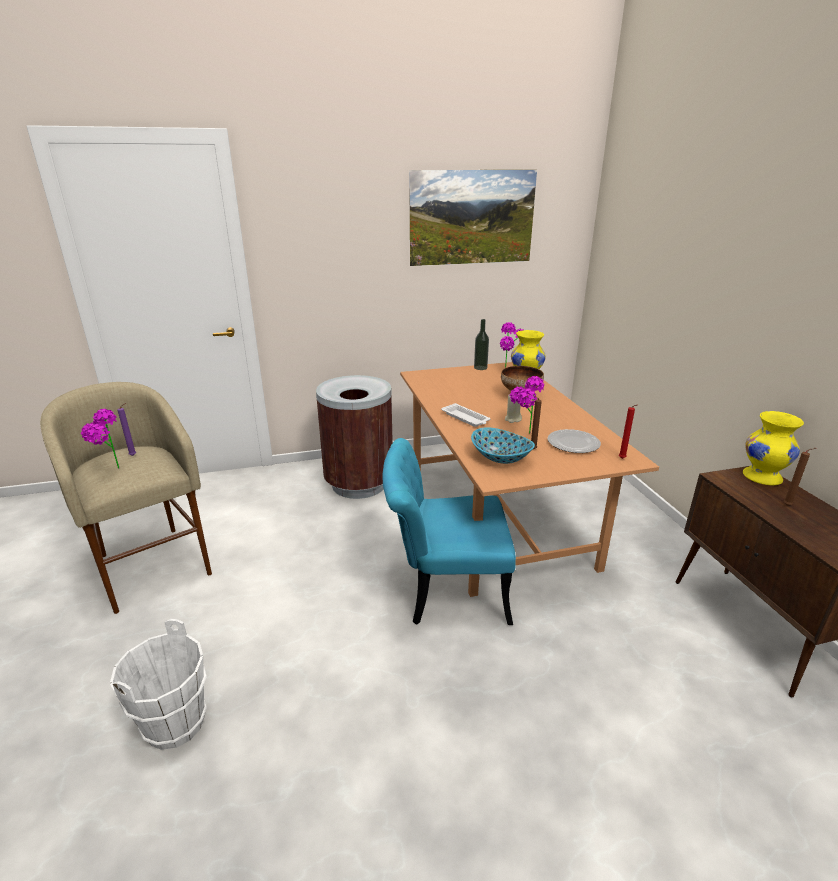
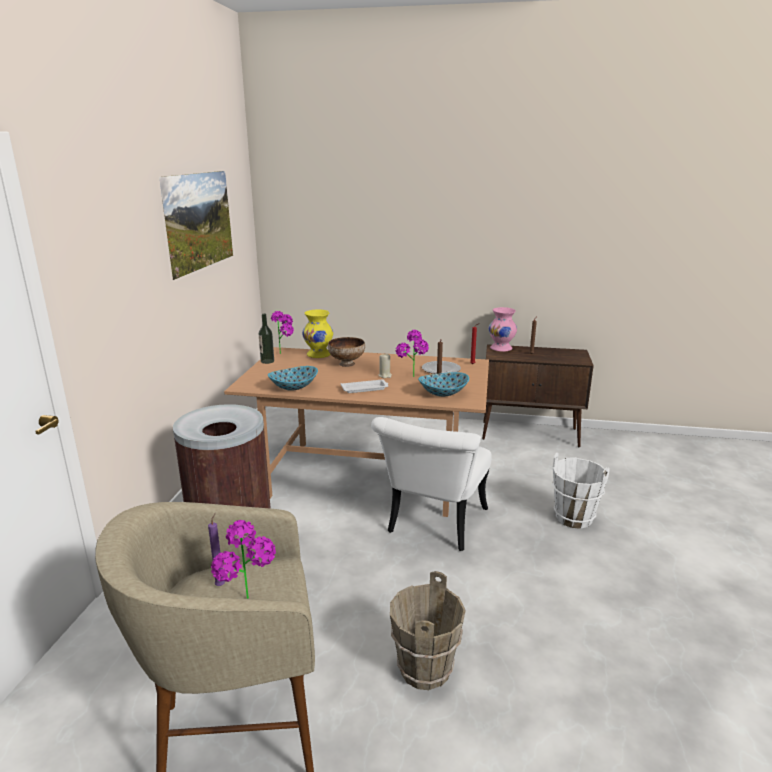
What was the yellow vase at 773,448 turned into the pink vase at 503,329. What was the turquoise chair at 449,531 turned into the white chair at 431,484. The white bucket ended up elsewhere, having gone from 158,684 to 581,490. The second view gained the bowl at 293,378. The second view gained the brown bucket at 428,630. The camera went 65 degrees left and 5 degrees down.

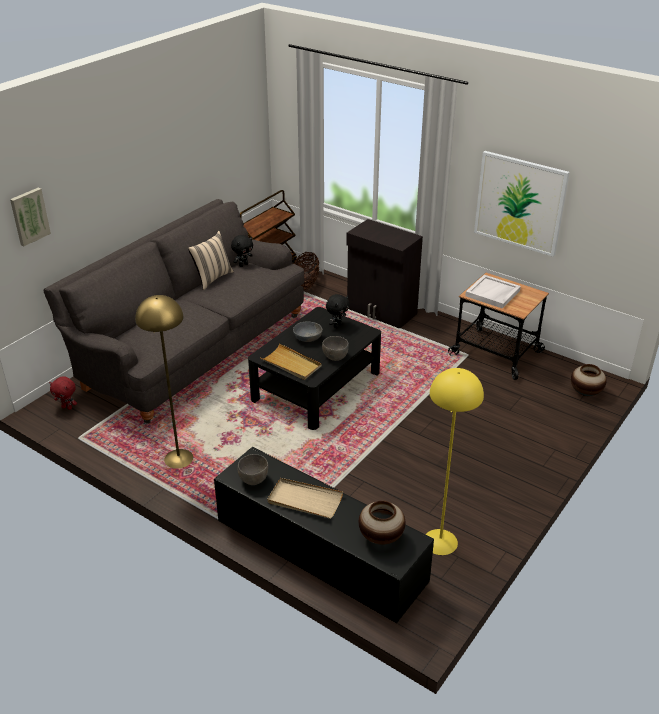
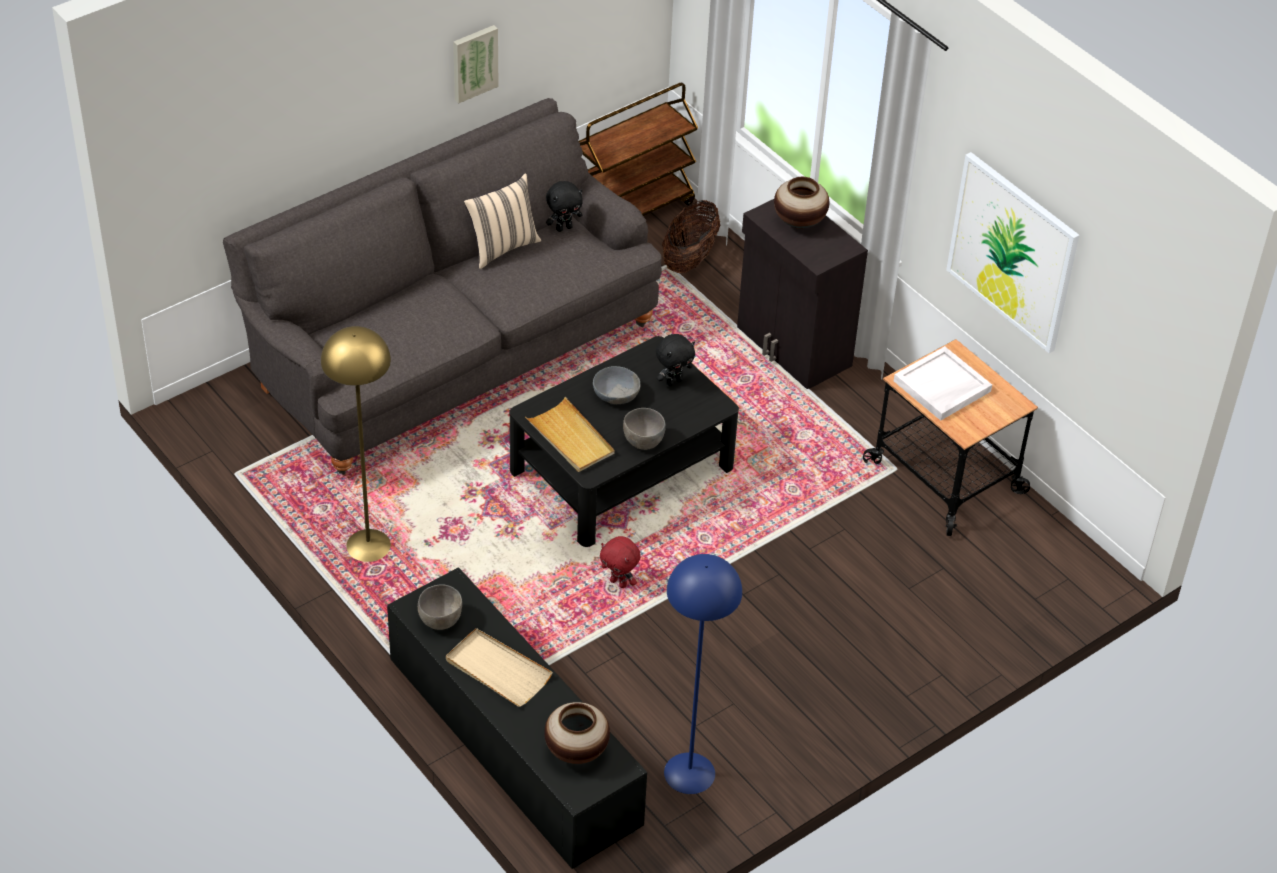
The picture ended up elsewhere, having gone from 30,217 to 476,64. The vase ended up elsewhere, having gone from 589,380 to 801,203. What was the yellow floor lamp at 454,461 turned into the blue floor lamp at 703,674. The red plush toy ended up elsewhere, having gone from 63,393 to 620,562. The camera went 15 degrees right and 10 degrees up.

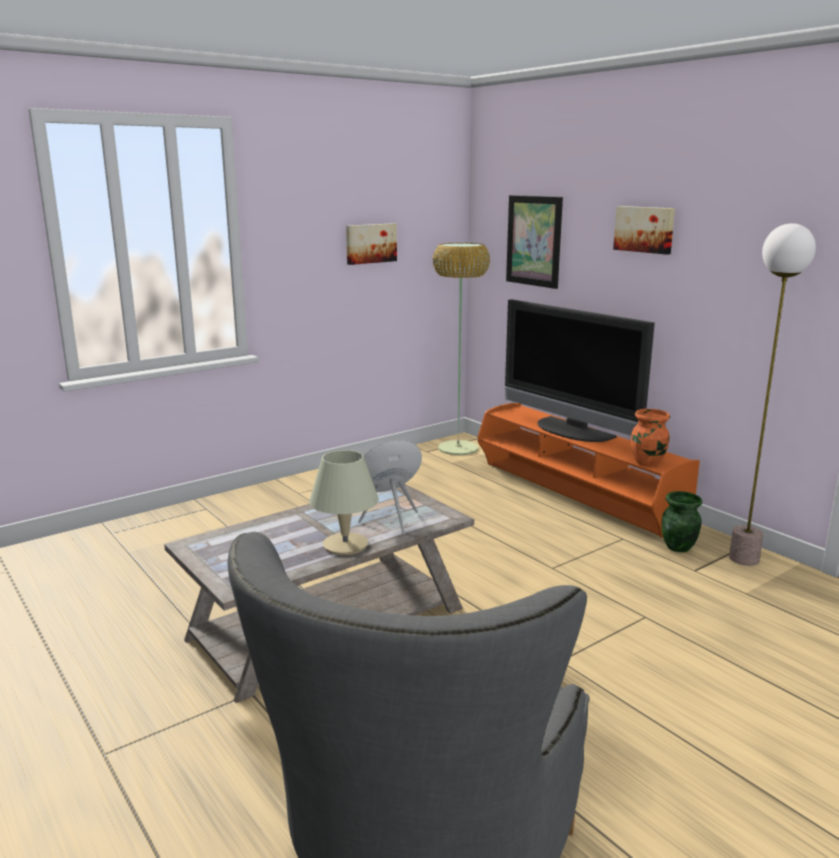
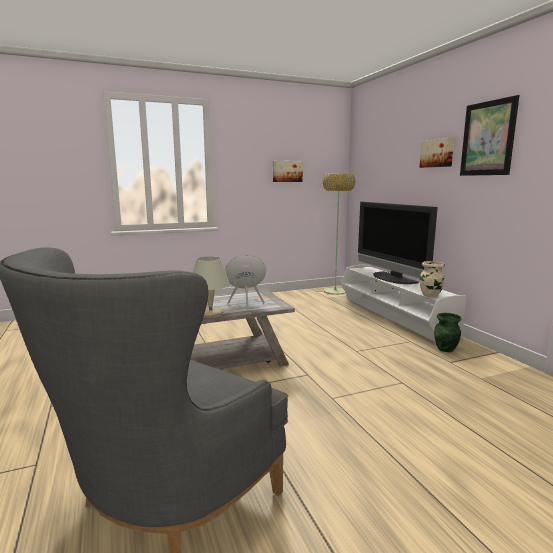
The picture ended up elsewhere, having gone from 534,242 to 489,135. The second view lost the floor lamp at 772,394. What was the orange tv stand at 589,470 turned into the white tv stand at 403,303. What was the orange vase at 650,438 turned into the beige vase at 432,279. The camera went 15 degrees right and 5 degrees down.

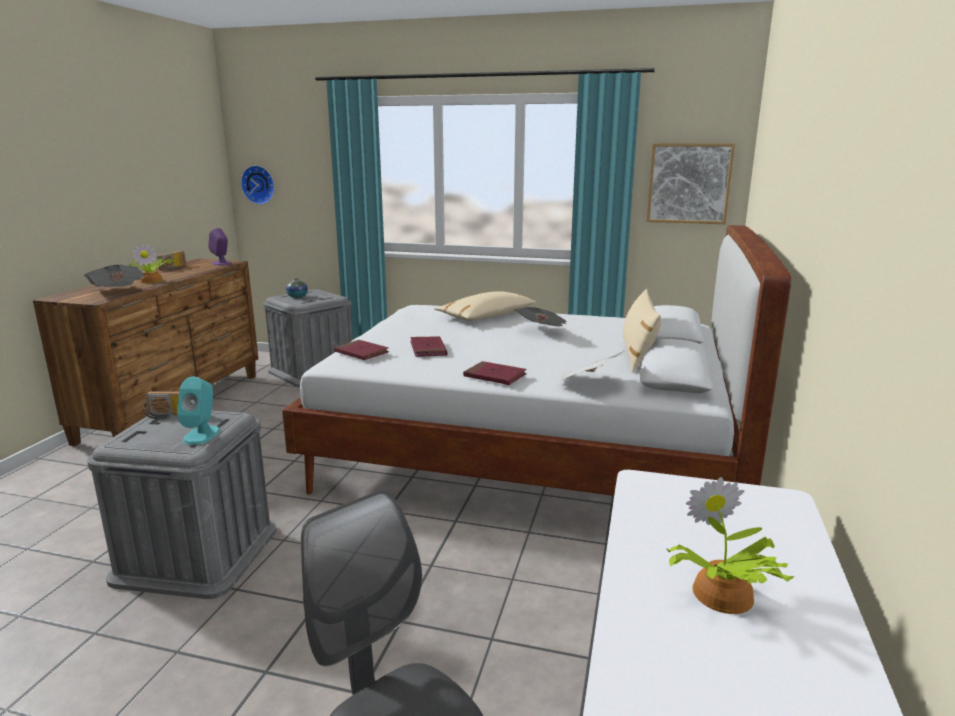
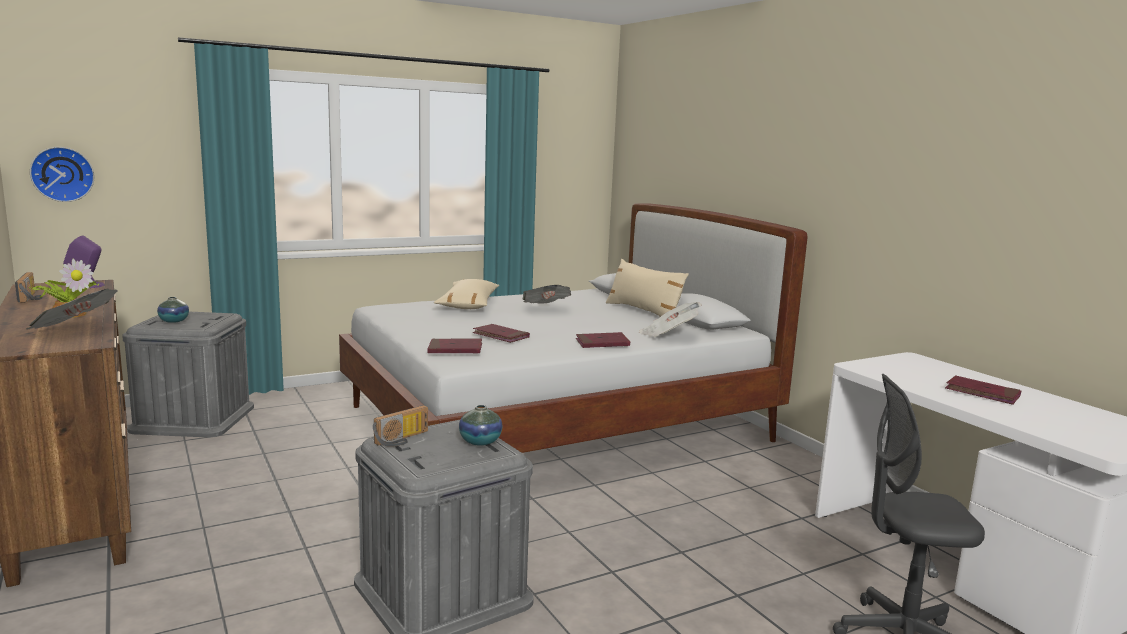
The second view lost the picture at 691,183. Where the turquoise speaker stood at 198,411, the vase came to stand at 480,425. Where the potted plant stood at 730,545, the red book came to stand at 983,390. The camera went 45 degrees left and 5 degrees down.

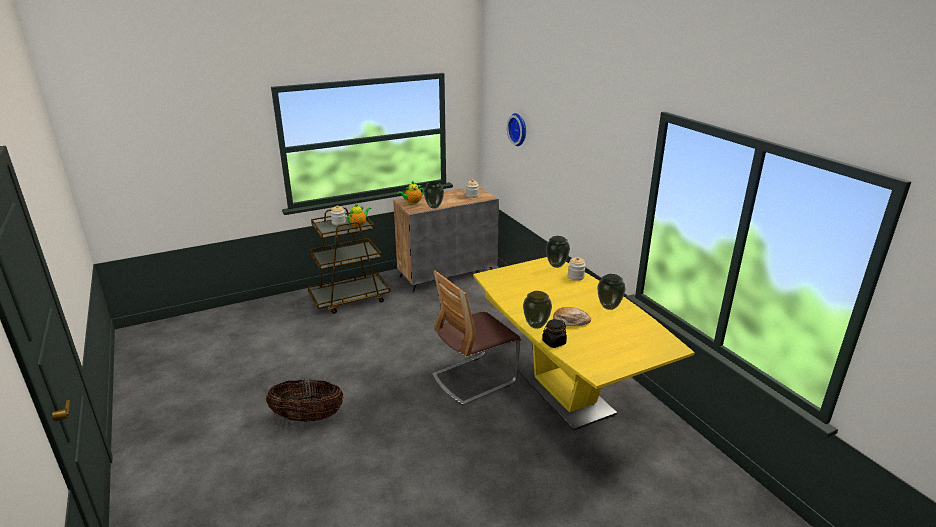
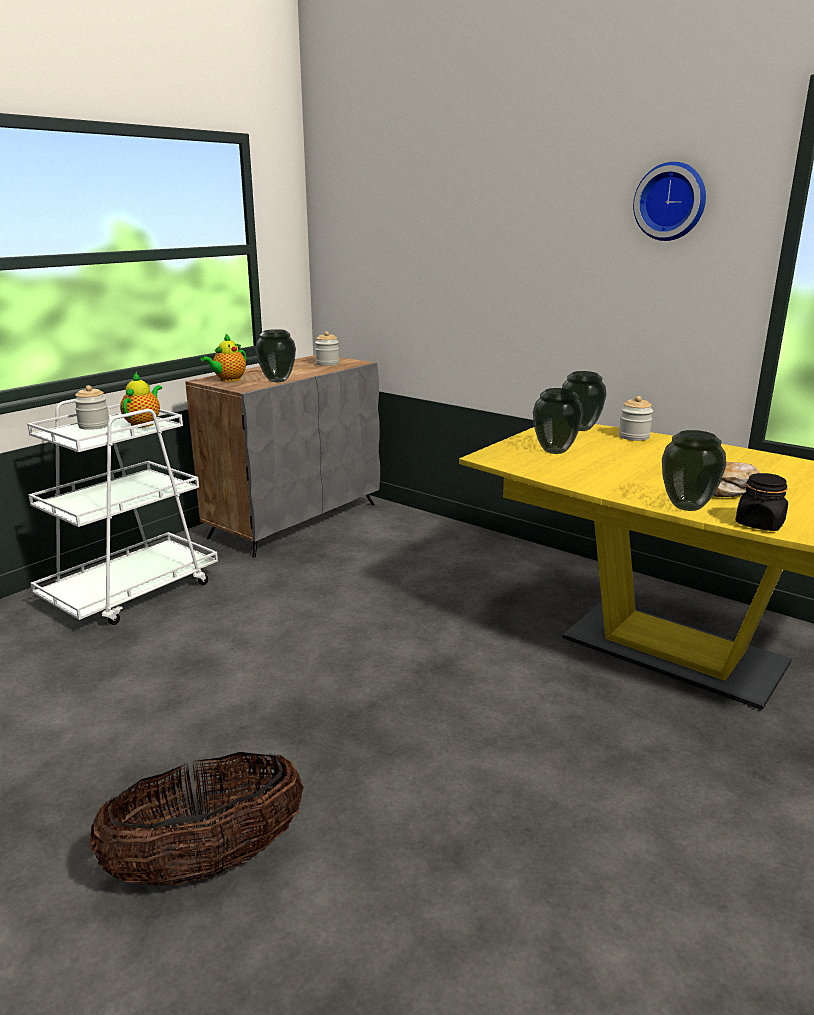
The wall clock ended up elsewhere, having gone from 516,129 to 669,201. What was the brown cart at 349,260 turned into the white cart at 122,512. The second view lost the chair at 476,338. The vase ended up elsewhere, having gone from 611,292 to 558,421. The camera went 25 degrees left and 5 degrees down.

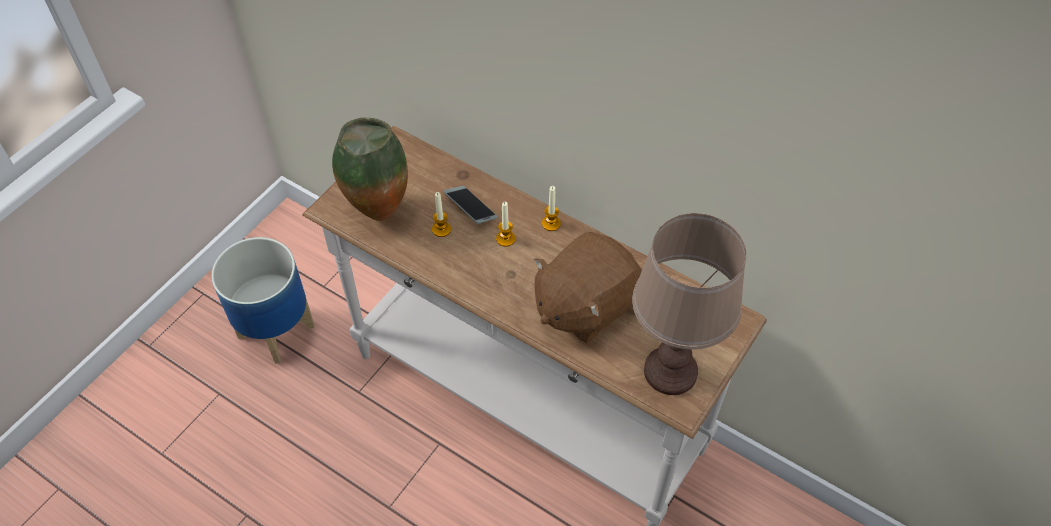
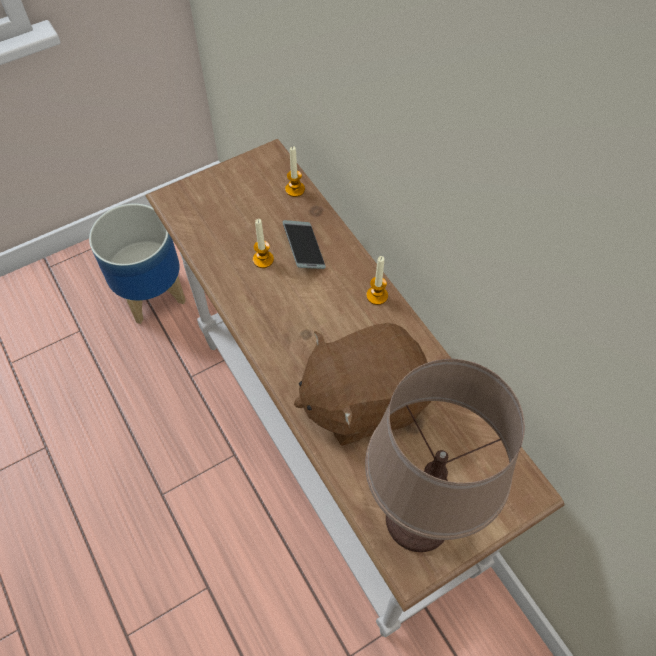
The second view lost the vase at 370,169. The candle ended up elsewhere, having gone from 505,224 to 295,172. The camera went 25 degrees right and 5 degrees up.

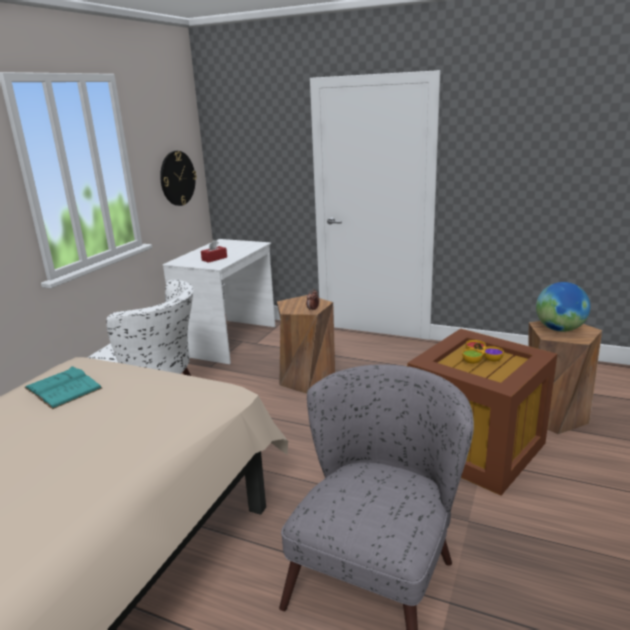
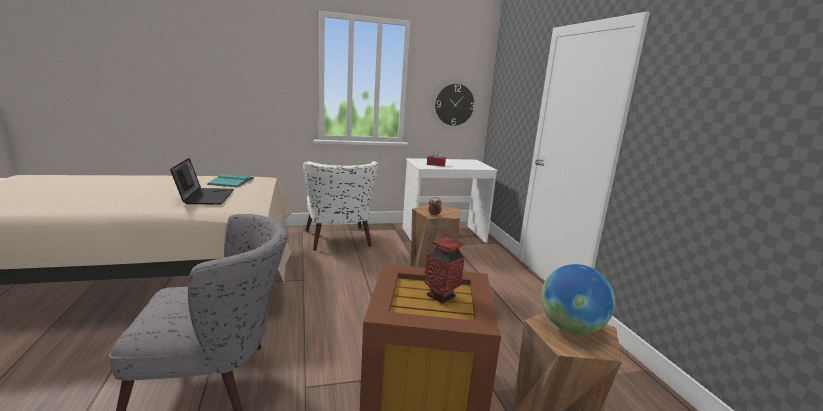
Where the bowl stood at 483,352, the vase came to stand at 444,270. The second view gained the laptop at 202,181. The camera went 50 degrees right and 5 degrees down.

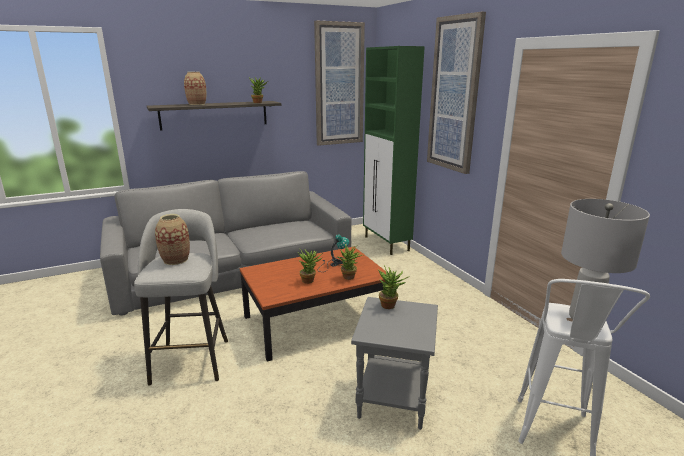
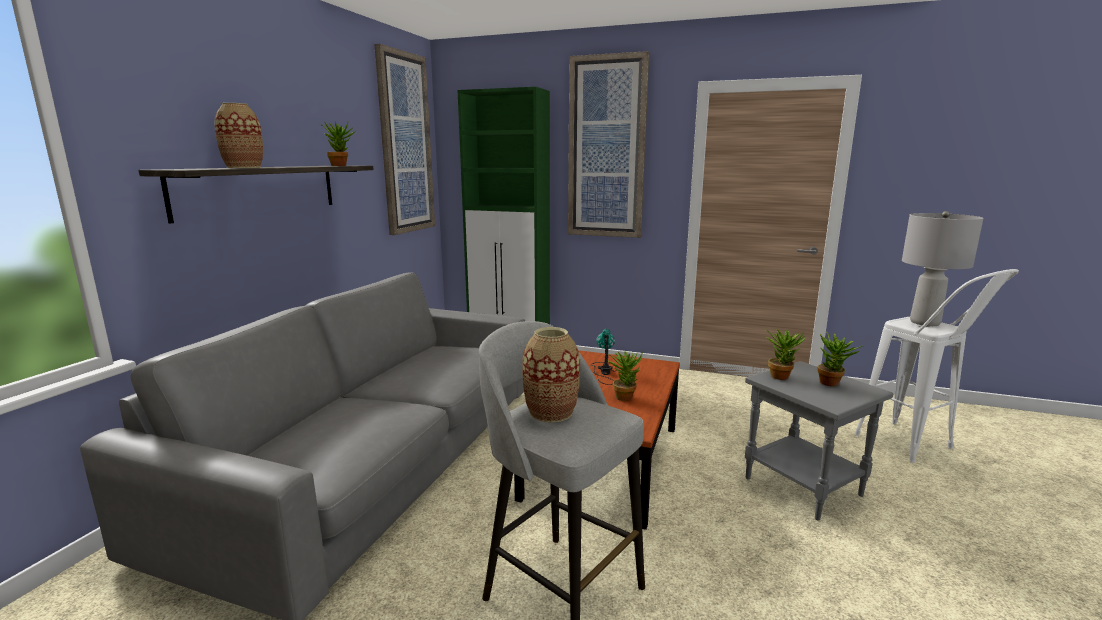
The potted plant ended up elsewhere, having gone from 349,262 to 839,359. The camera went 45 degrees left and 5 degrees down.

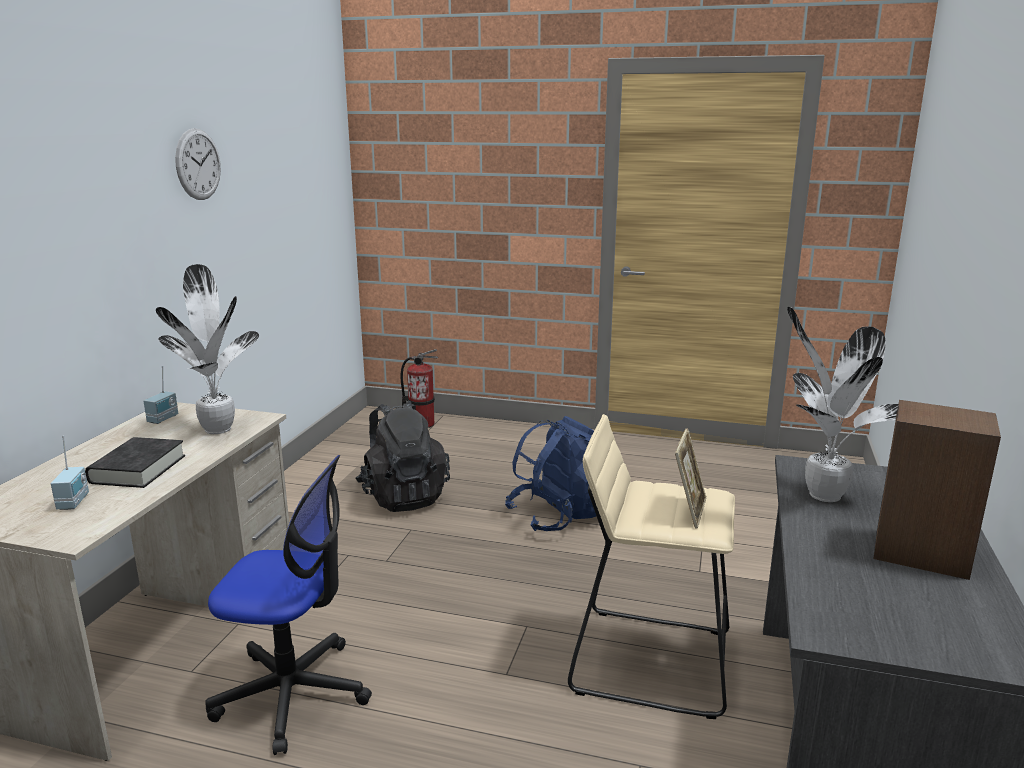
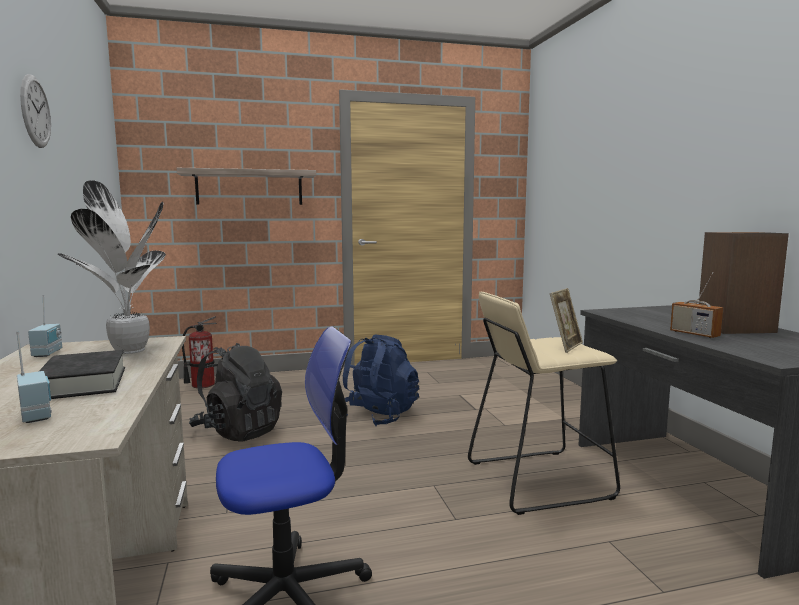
The second view lost the potted plant at 842,404. The picture frame at 691,478 ended up facing another way, 45 degrees clockwise from before. The second view gained the shelf at 246,186. The second view gained the radio at 696,305. The camera went 30 degrees left and 10 degrees down.

